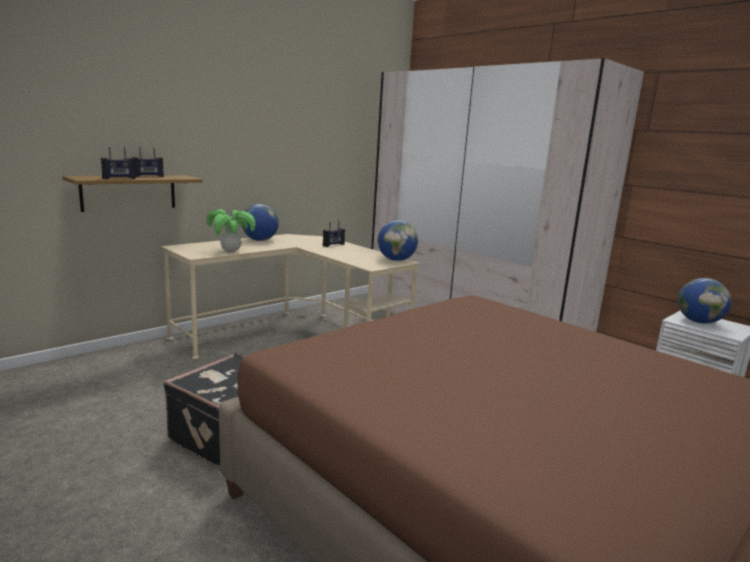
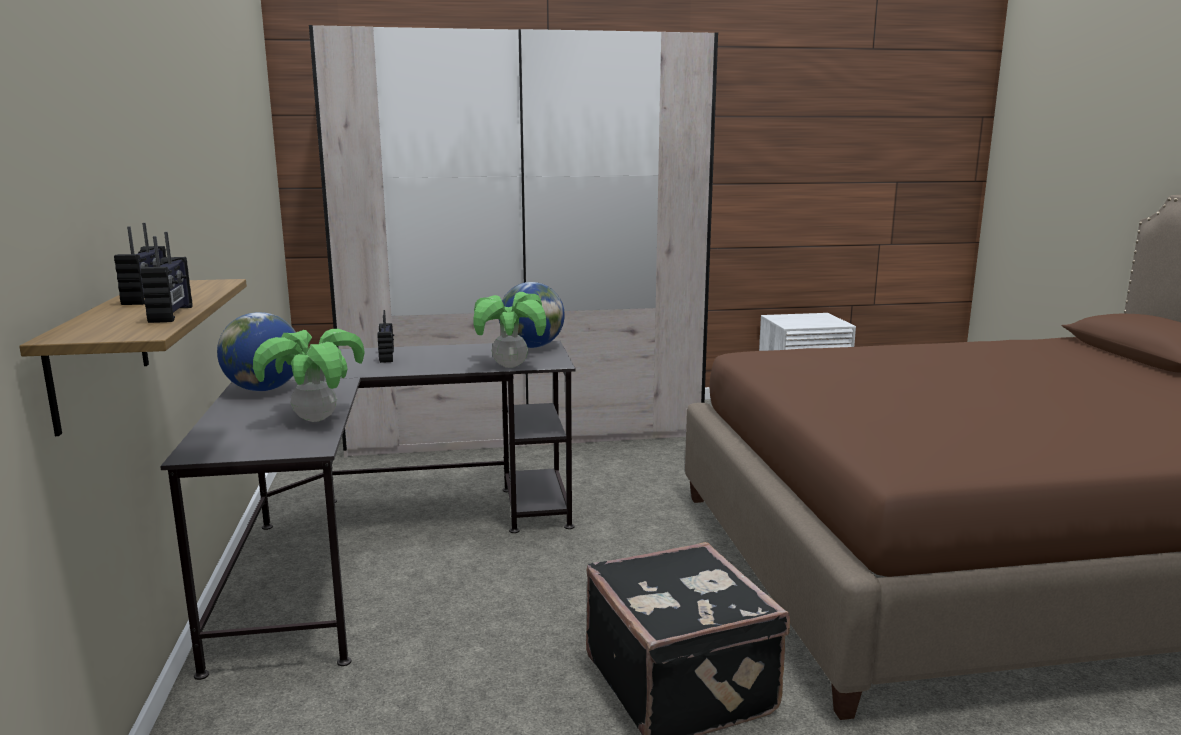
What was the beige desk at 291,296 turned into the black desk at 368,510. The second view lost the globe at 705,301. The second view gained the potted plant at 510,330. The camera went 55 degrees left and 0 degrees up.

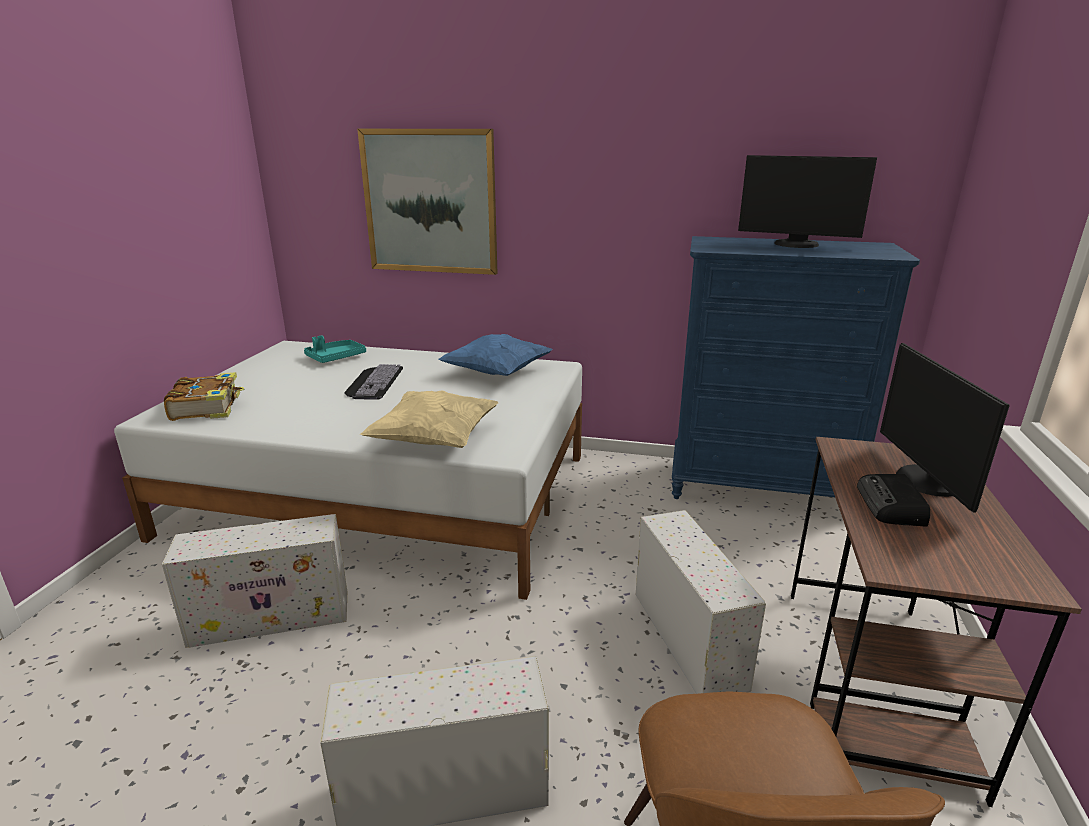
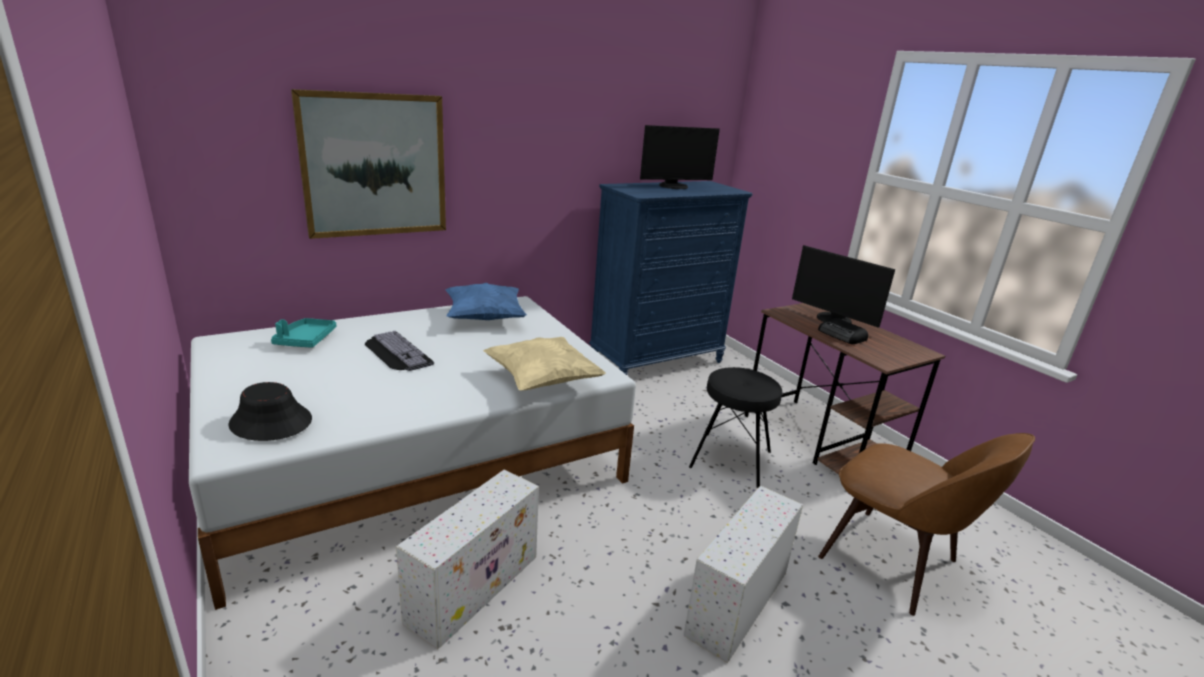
Where the book stood at 204,396, the black hat came to stand at 270,411. Where the white storage box stood at 701,602, the black stool came to stand at 735,427. The camera went 45 degrees left and 0 degrees up.

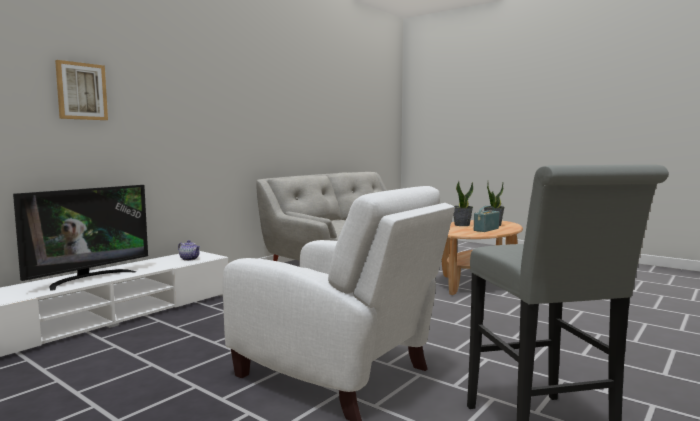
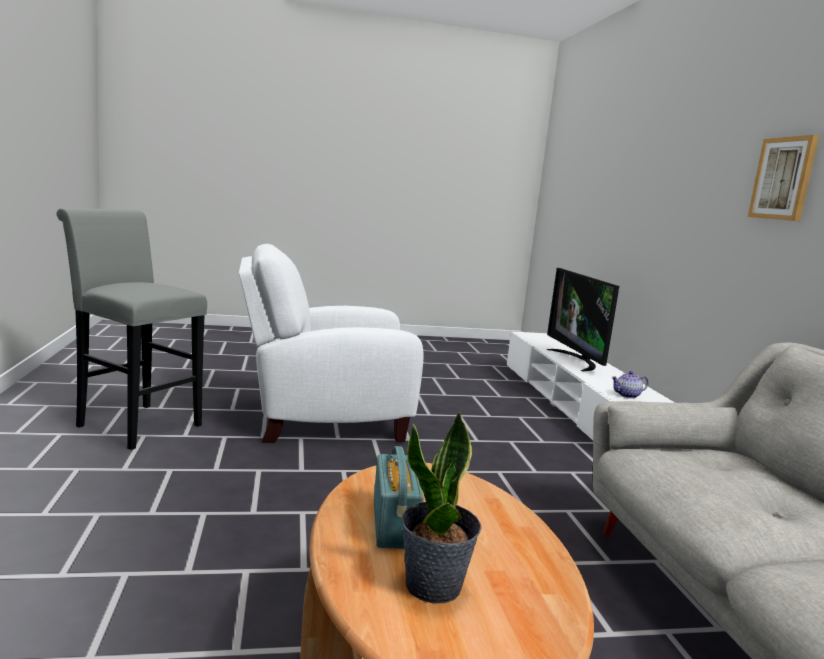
The picture ended up elsewhere, having gone from 81,90 to 783,178. The second view lost the potted plant at 463,203. The camera went 130 degrees right and 5 degrees up.

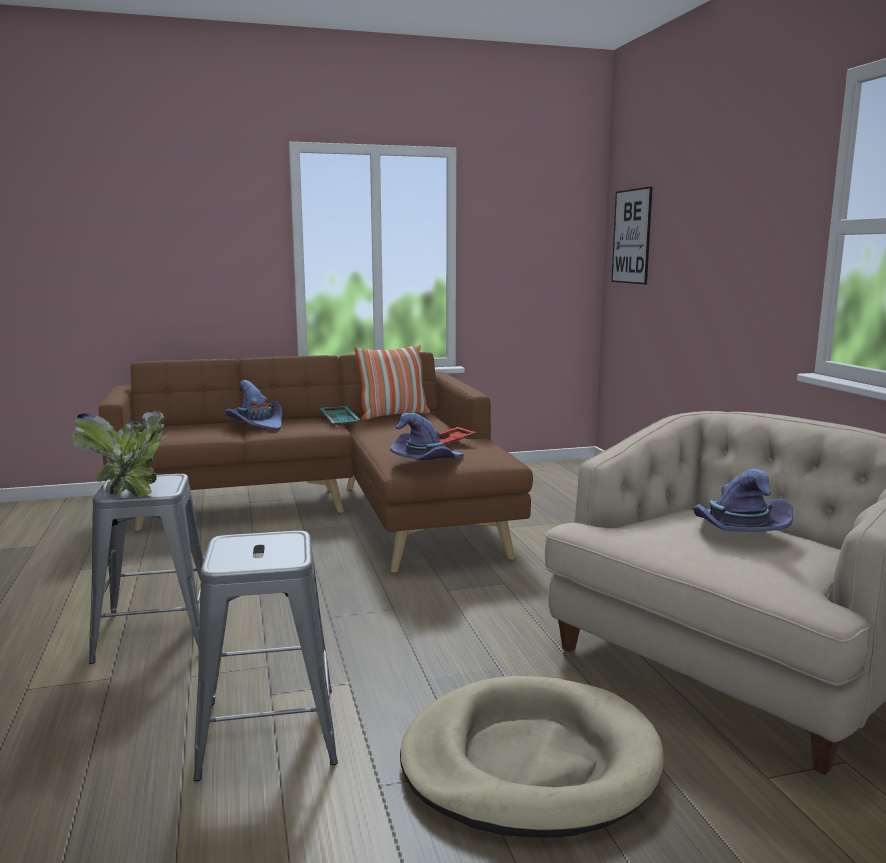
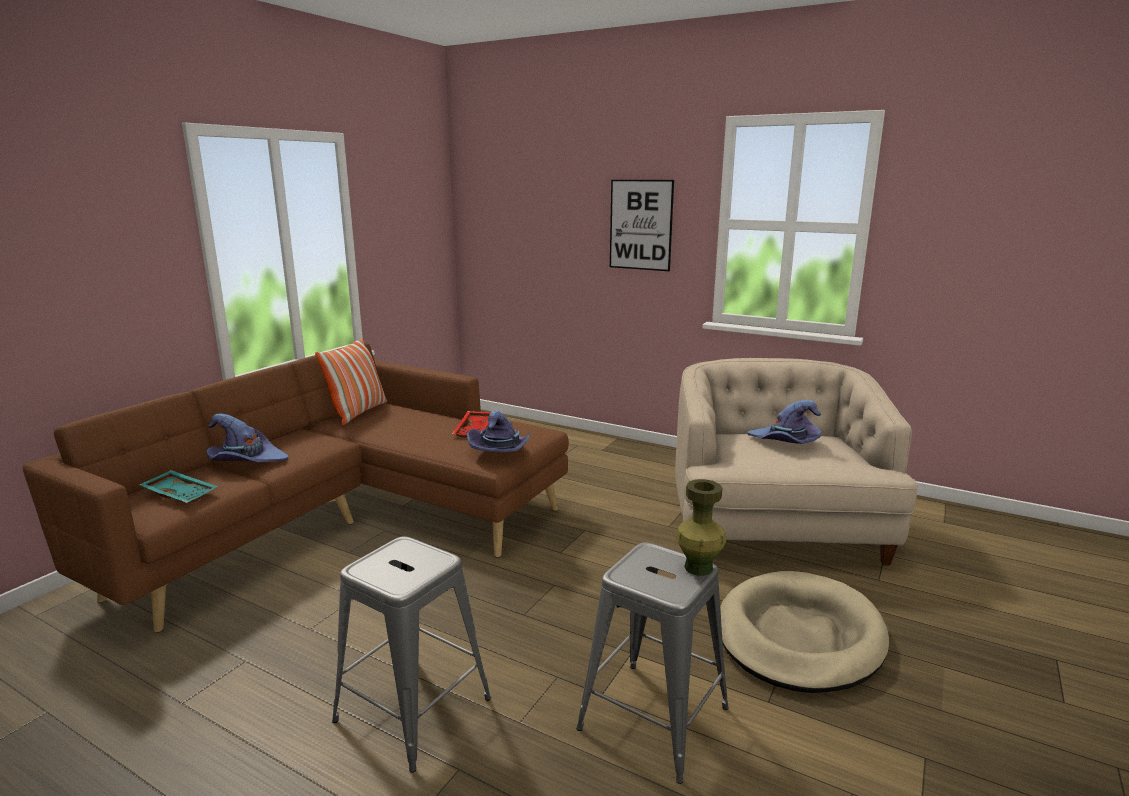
The picture ended up elsewhere, having gone from 632,235 to 642,225. The turquoise tray ended up elsewhere, having gone from 340,416 to 178,486. The second view lost the potted plant at 119,454. The second view gained the green vase at 701,527. The camera went 45 degrees left and 5 degrees up.

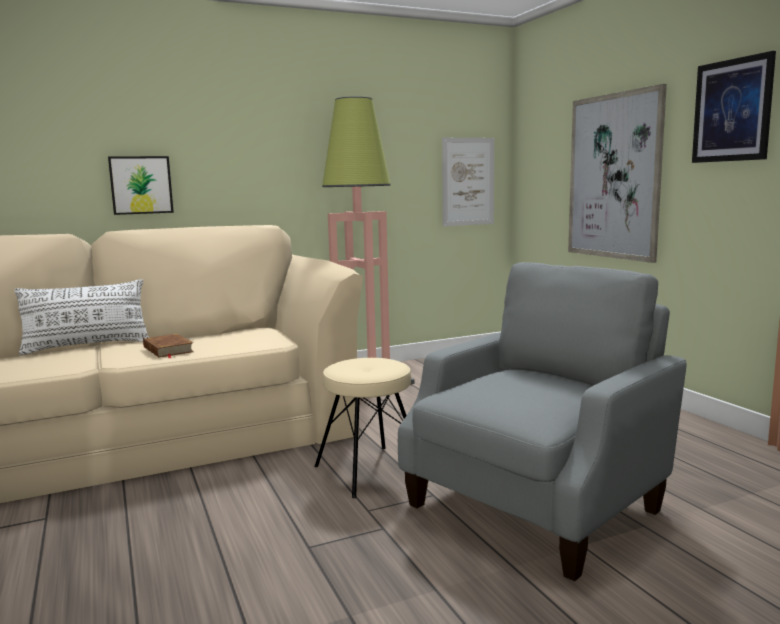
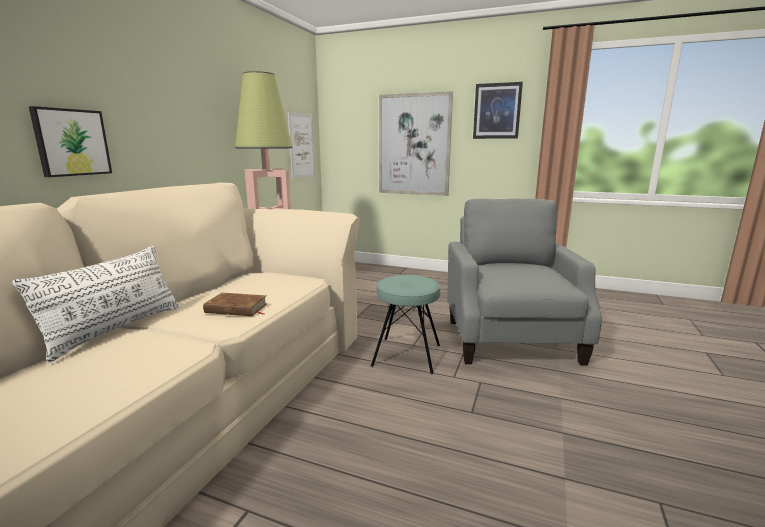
What was the beige stool at 362,428 turned into the turquoise stool at 405,324. The camera went 45 degrees left and 5 degrees up.

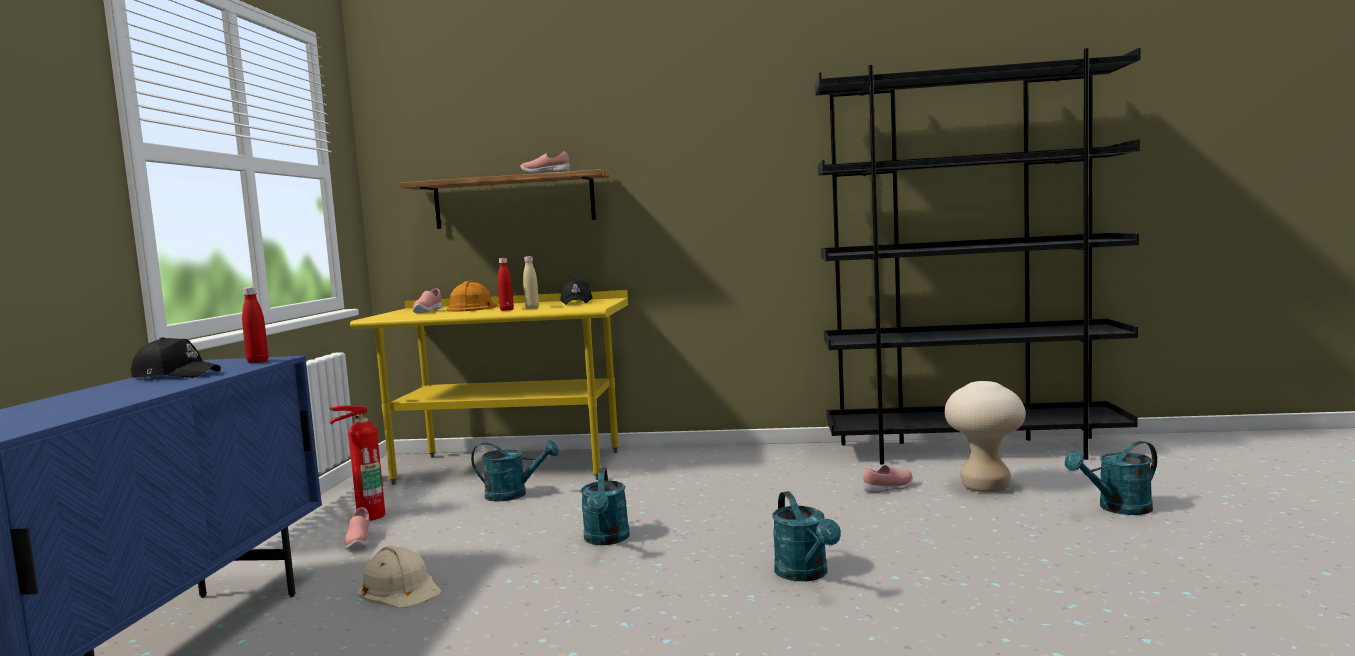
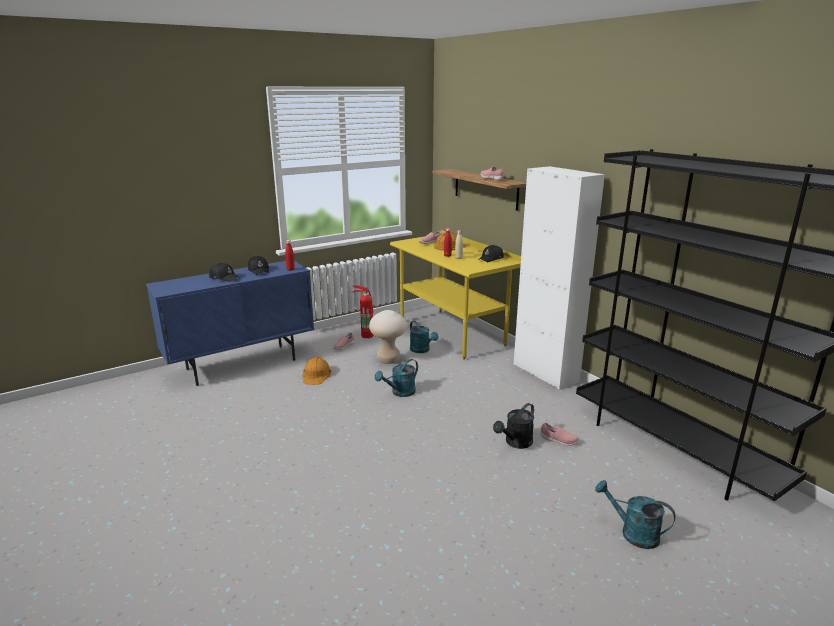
The beige stool ended up elsewhere, having gone from 985,436 to 388,337. The second view lost the turquoise watering can at 806,536. What was the beige hard hat at 399,576 turned into the orange hard hat at 317,371. The second view gained the white cabinet at 559,278. The second view gained the black cap at 224,272. The second view gained the black watering can at 513,426. The camera went 50 degrees right and 15 degrees up.

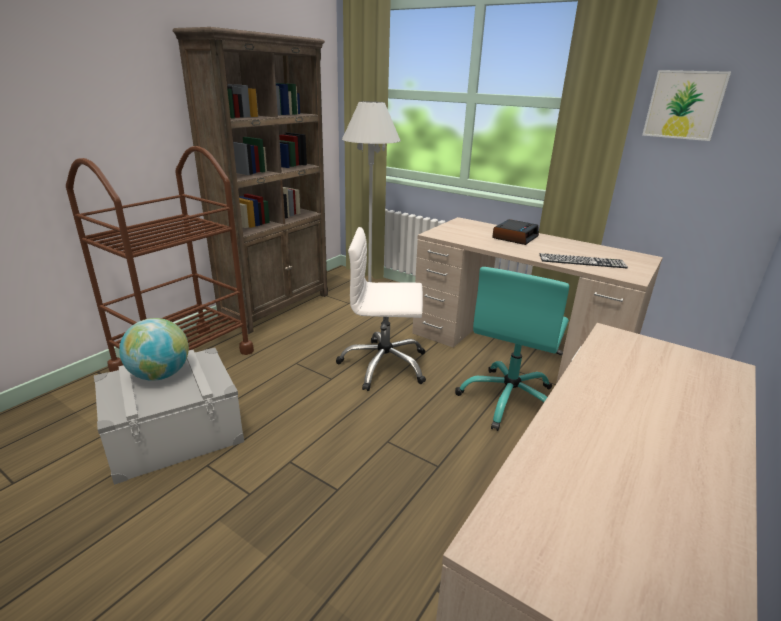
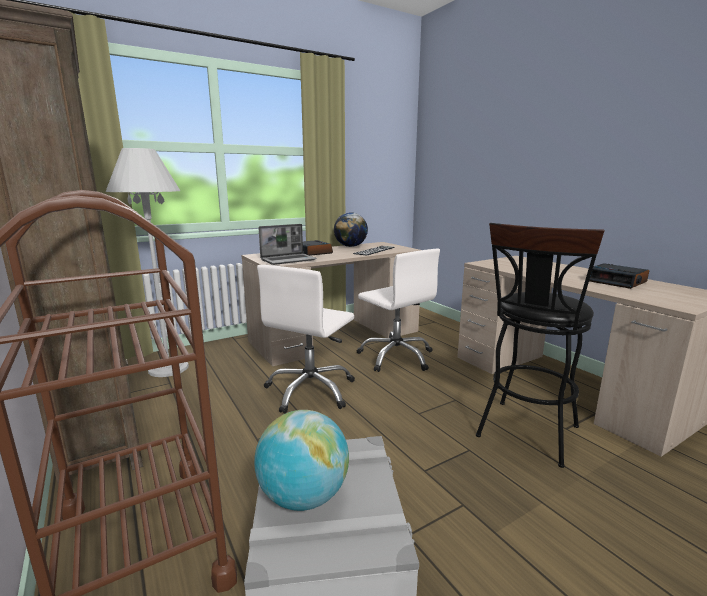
The second view lost the picture at 686,105. What was the turquoise office chair at 512,349 turned into the white office chair at 398,310. The second view gained the globe at 351,229. The second view gained the black stool at 540,345. The second view gained the laptop at 288,244. The second view gained the alarm clock at 619,276. The camera went 65 degrees left and 10 degrees down.

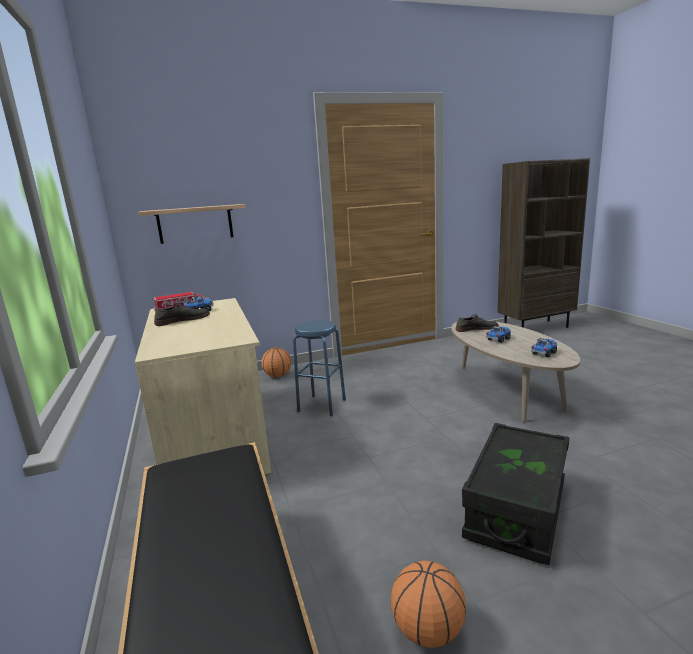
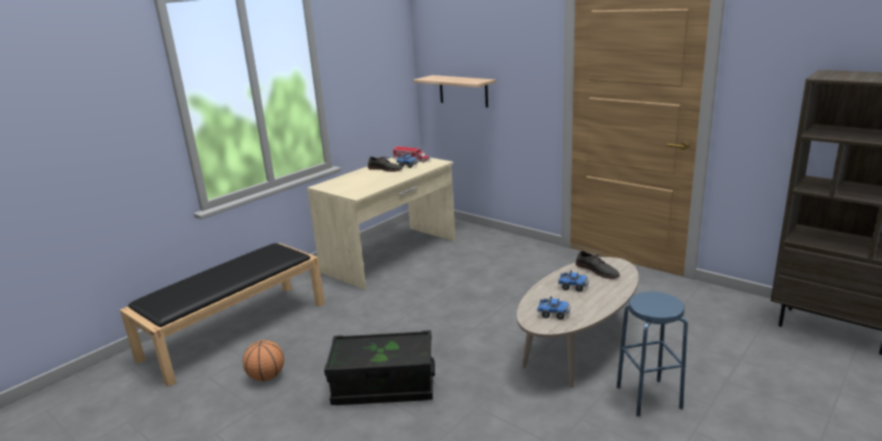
The blue stool ended up elsewhere, having gone from 319,368 to 652,354. The second view lost the basketball at 276,362. The camera went 60 degrees right and 5 degrees up.

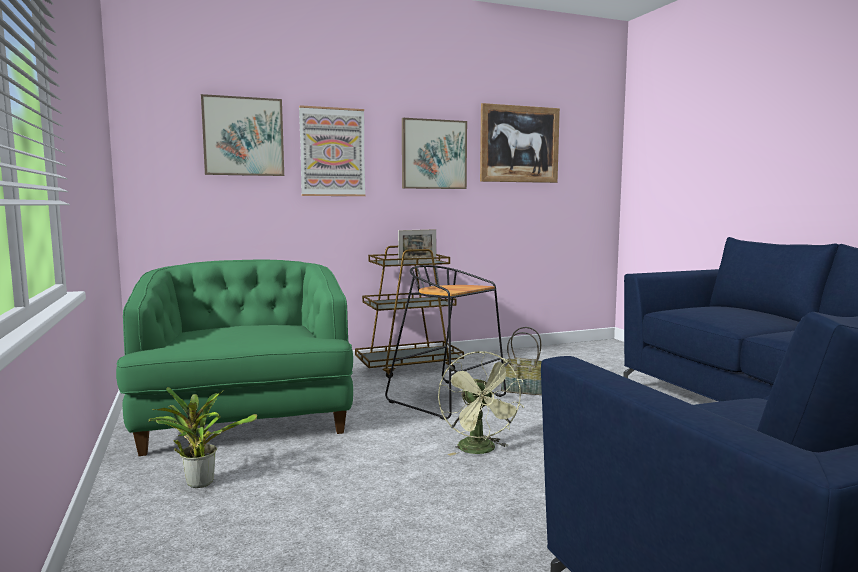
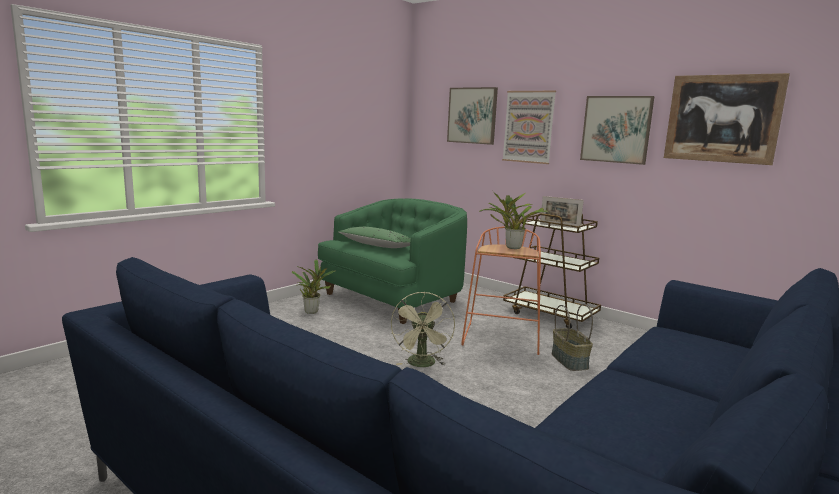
What was the black stool at 445,342 turned into the orange stool at 501,290. The green fan at 481,403 ended up facing another way, 45 degrees counterclockwise from before. The second view gained the potted plant at 513,219. The second view gained the green pillow at 374,237. The camera went 60 degrees right and 5 degrees up.

